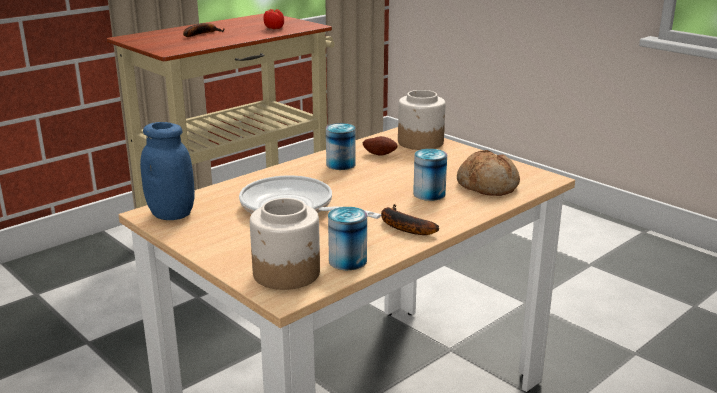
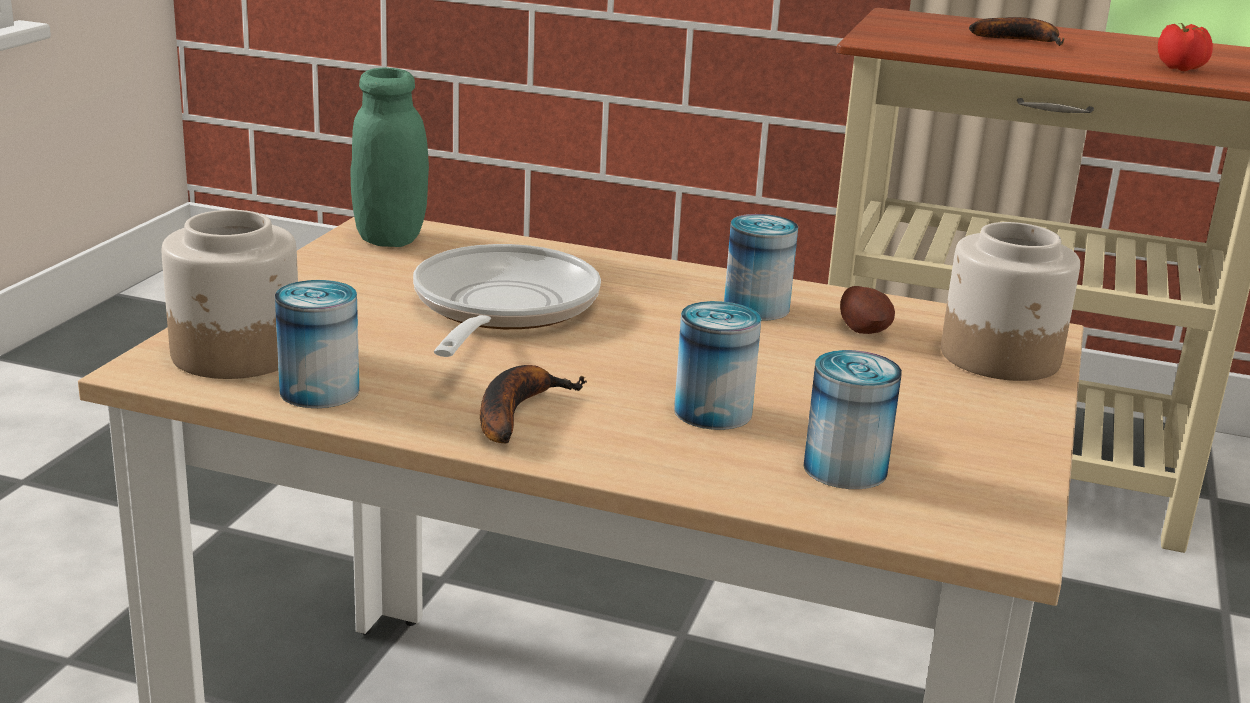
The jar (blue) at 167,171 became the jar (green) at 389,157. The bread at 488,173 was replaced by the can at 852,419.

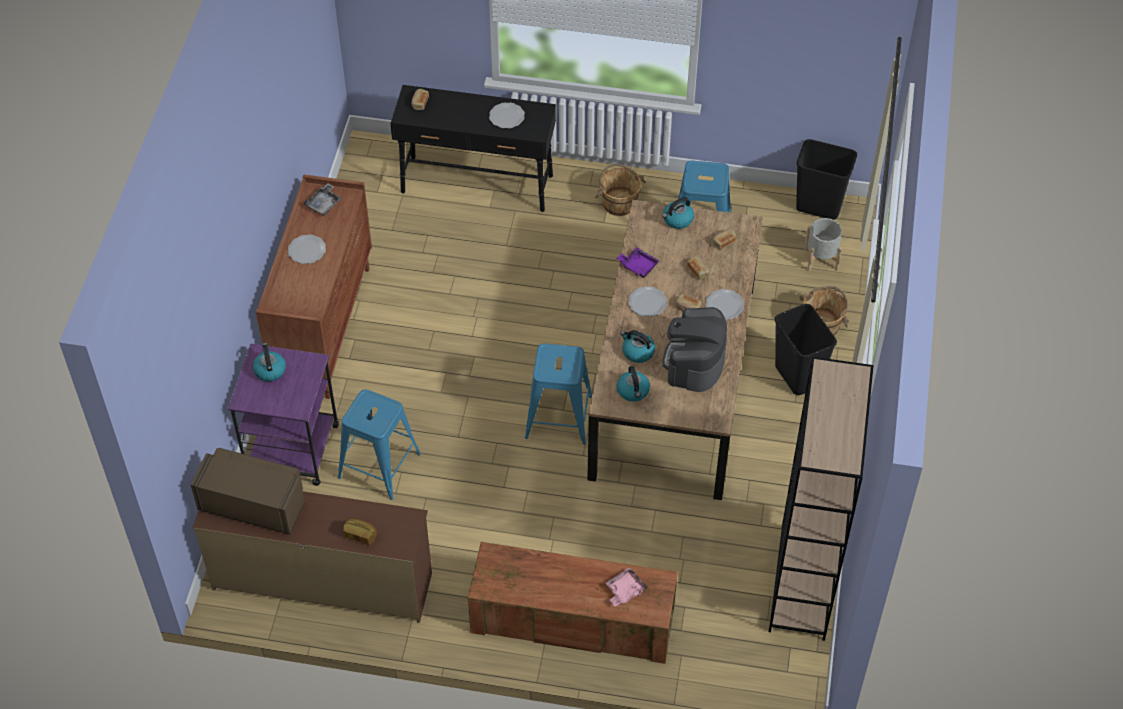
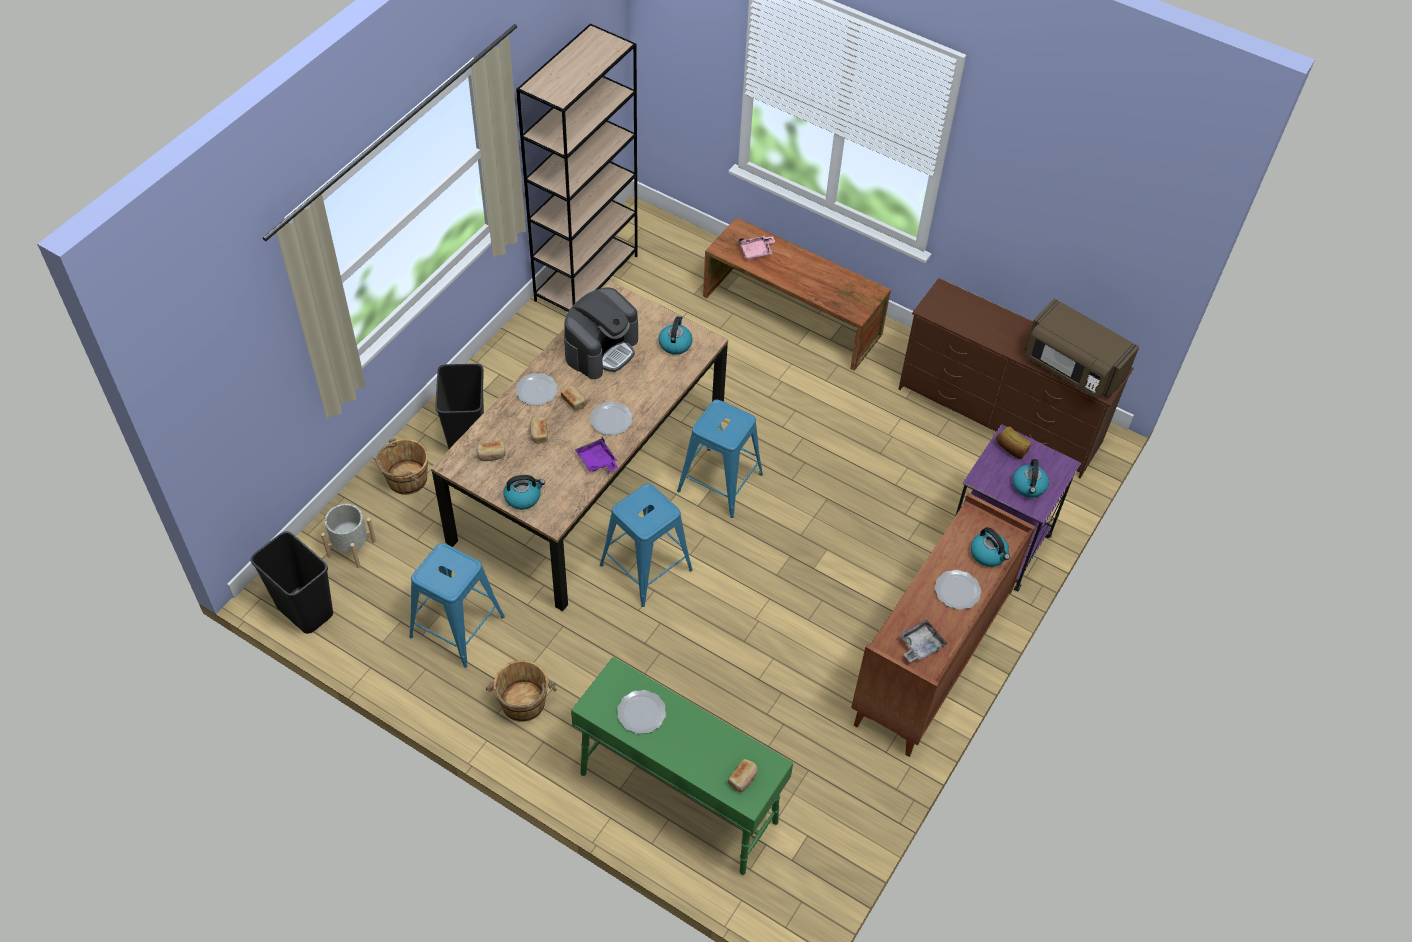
The stool (blue) moved from 379,444 to 646,545. The bread moved from 360,531 to 1013,442. The console table (black) at 473,148 became the console table (green) at 682,766. The kettle moved from 637,346 to 990,547.

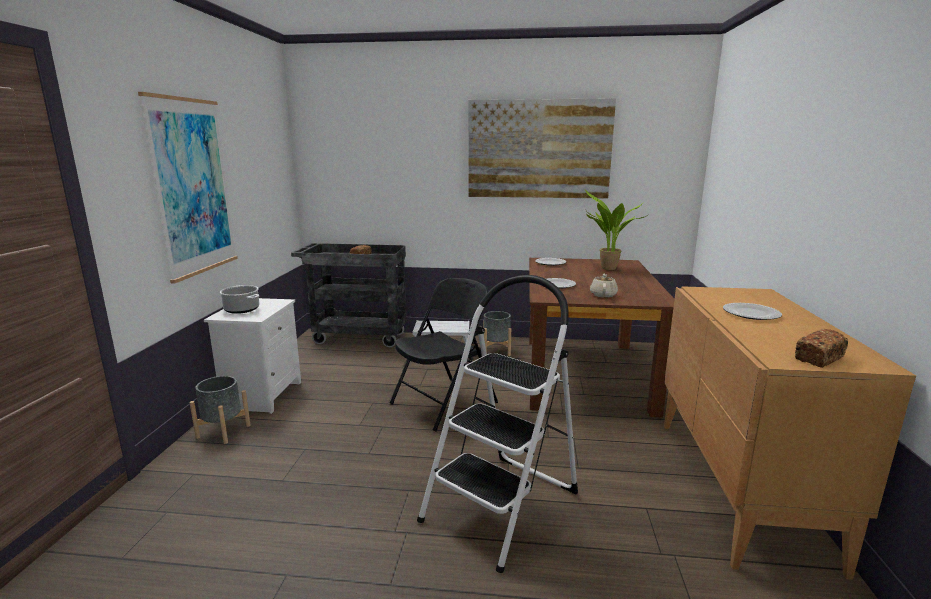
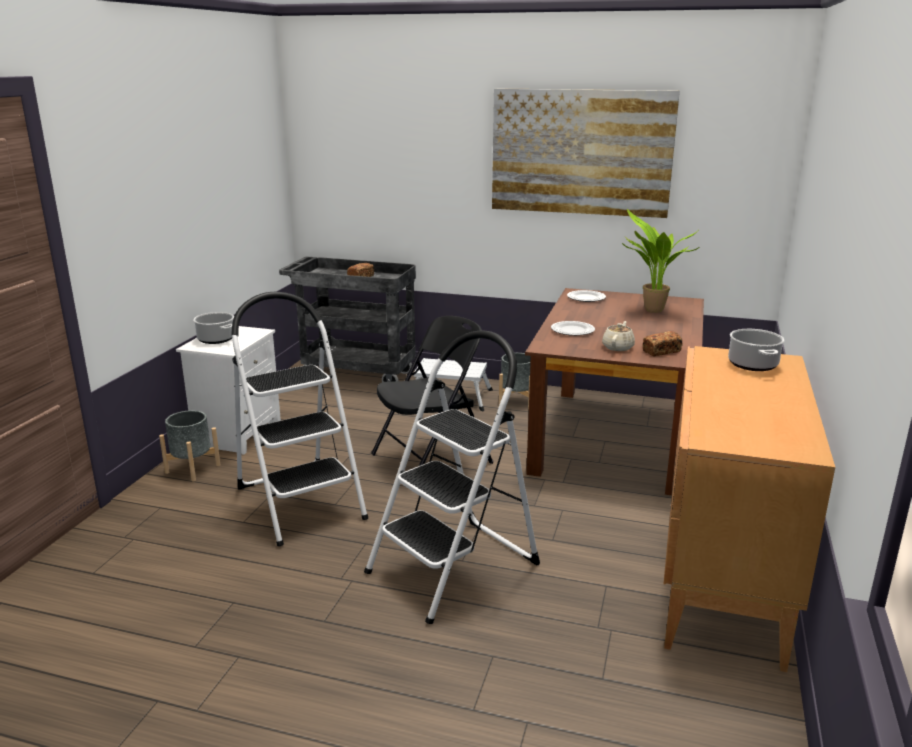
The picture at 188,187 disappeared. The plate at 752,311 disappeared. The bread moved from 821,348 to 663,344. The step ladder at 299,419 appeared. The cooking pot at 756,350 appeared.

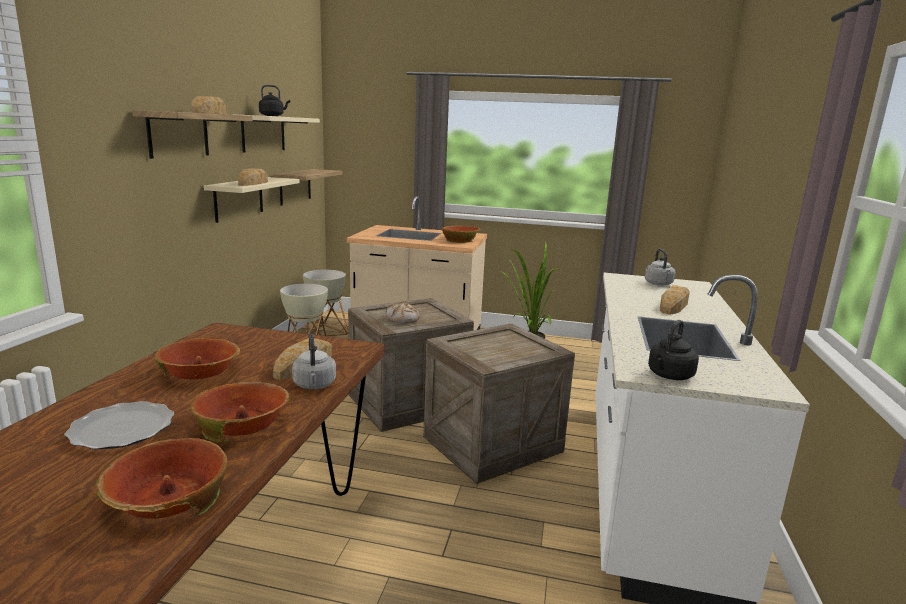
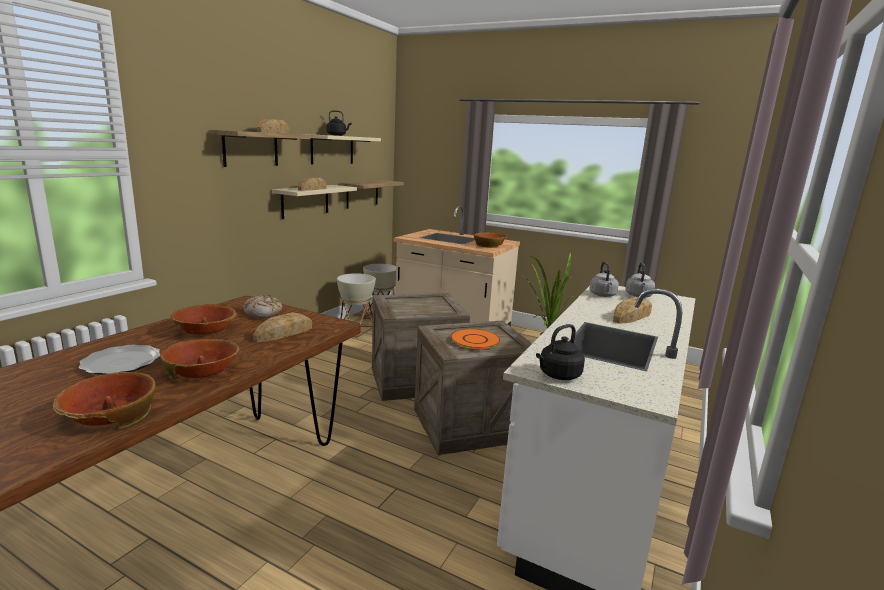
The kettle (grey) moved from 314,361 to 604,279. The bread moved from 402,313 to 262,306. The plate (orange) at 475,339 appeared.

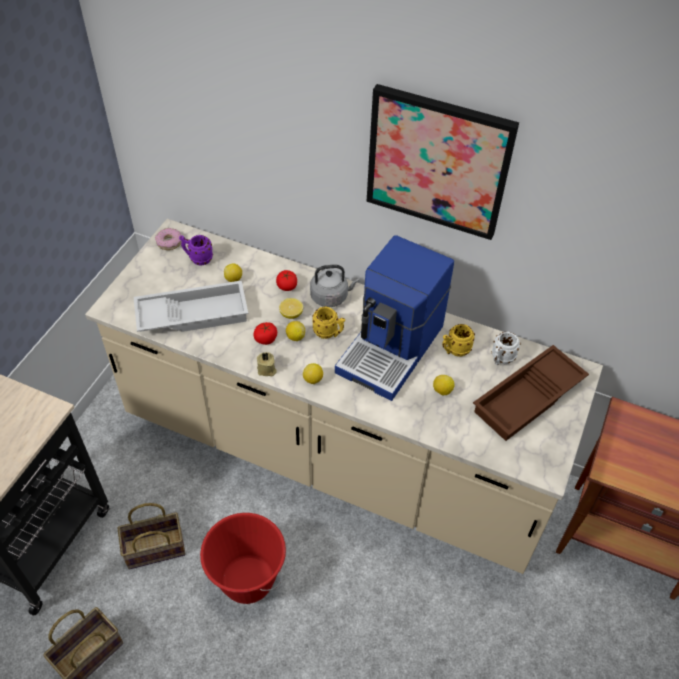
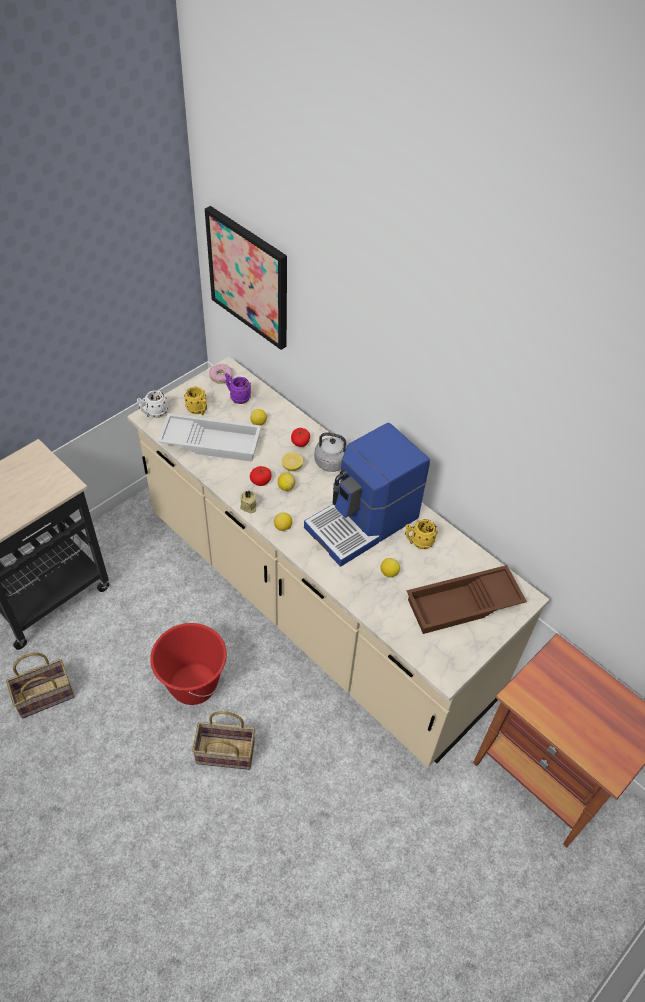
The basket moved from 151,536 to 223,740. The mug (yellow) moved from 329,323 to 195,401. The picture moved from 443,162 to 246,278. The mug (white) moved from 506,348 to 152,404.

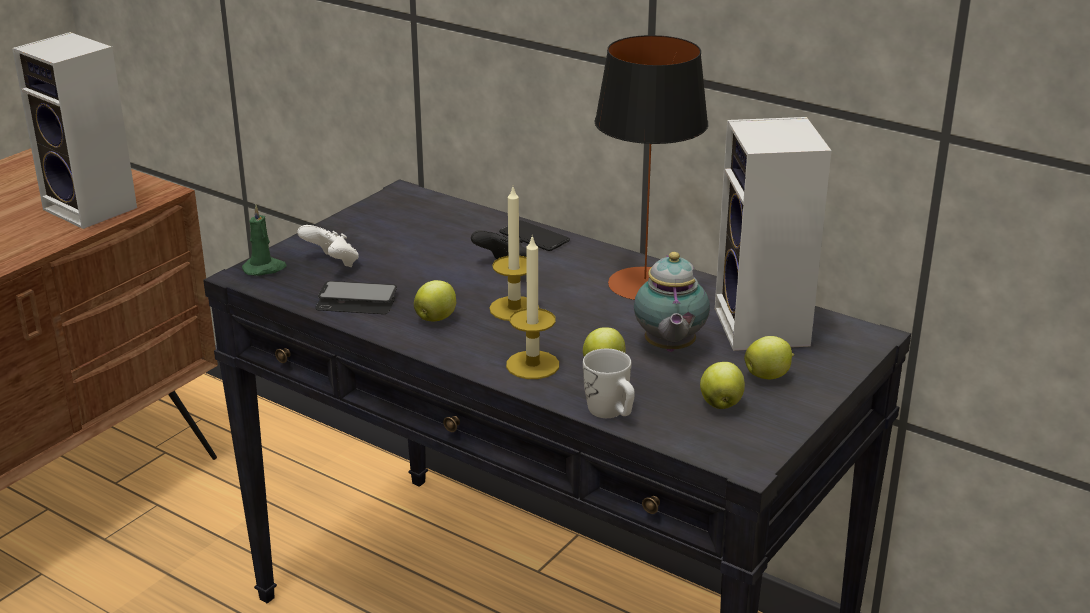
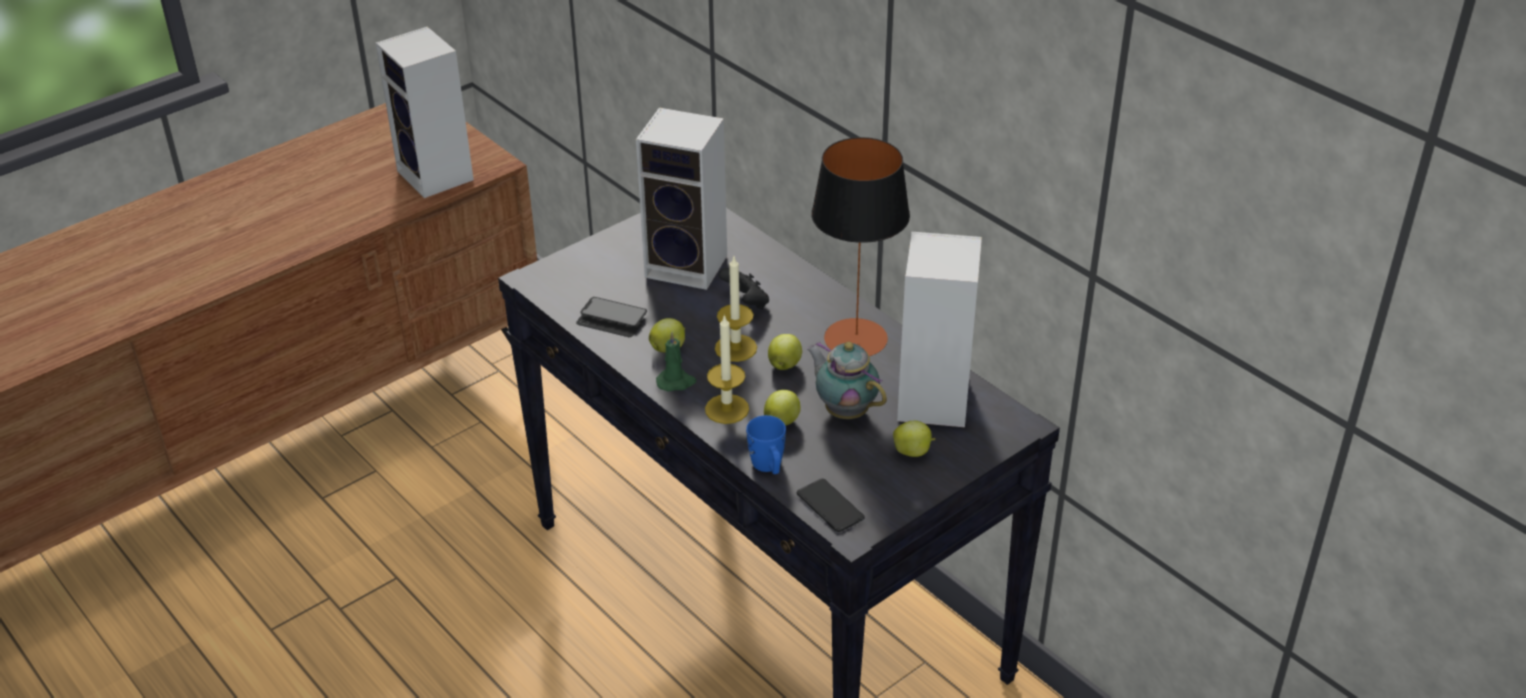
The candle (green) moved from 264,240 to 676,362. The game controller (white) at 328,246 disappeared. The phone moved from 534,235 to 831,505. The mug (white) at 609,383 became the mug (blue) at 766,444. The teapot at 672,302 turned 120 degrees clockwise. The apple moved from 722,385 to 785,352. The speaker at 681,198 appeared.

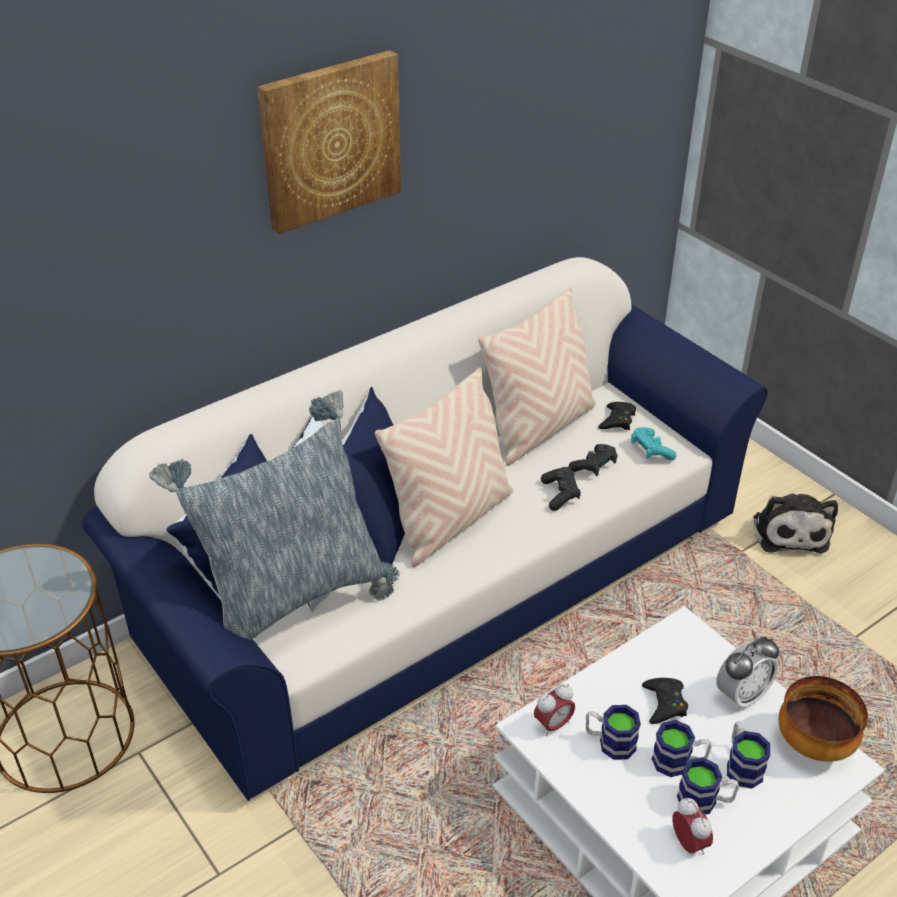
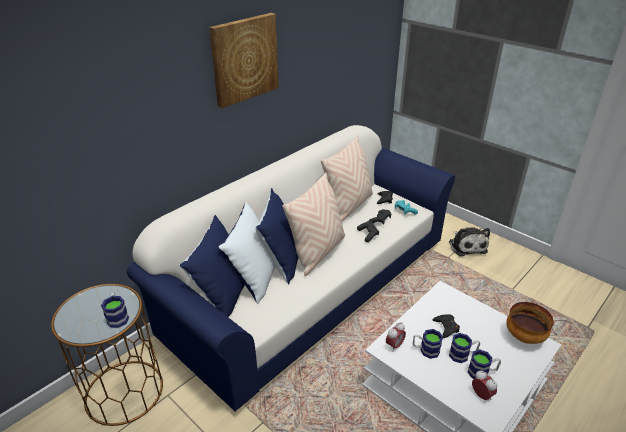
The pillow at 274,515 disappeared. The alarm clock at 747,673 disappeared. The mug moved from 748,755 to 115,310.

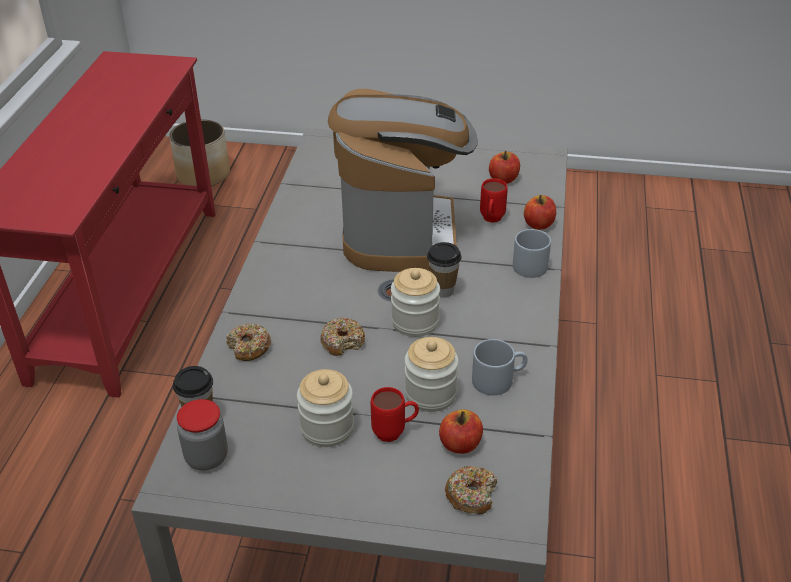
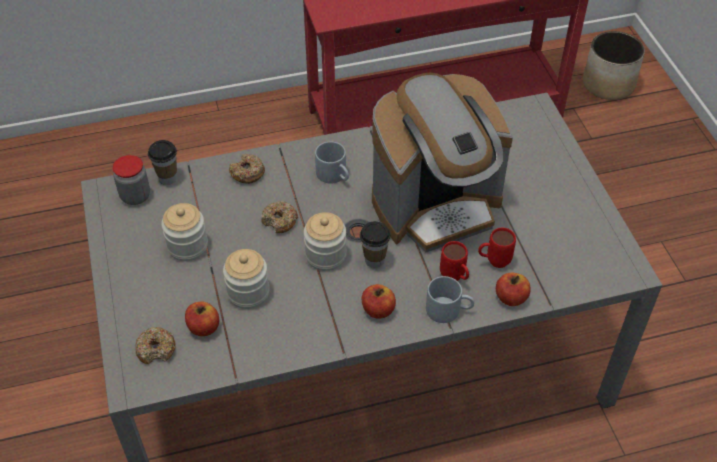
The mug (red) moved from 395,414 to 454,261. The mug (grey) moved from 500,367 to 332,163. The apple moved from 504,167 to 378,301.

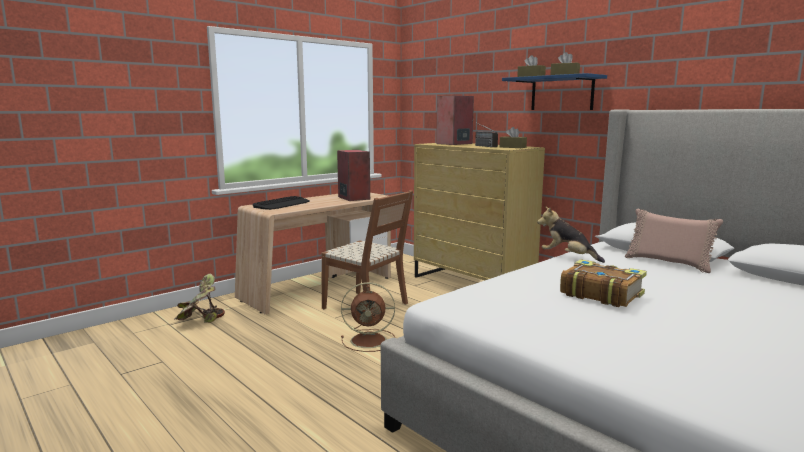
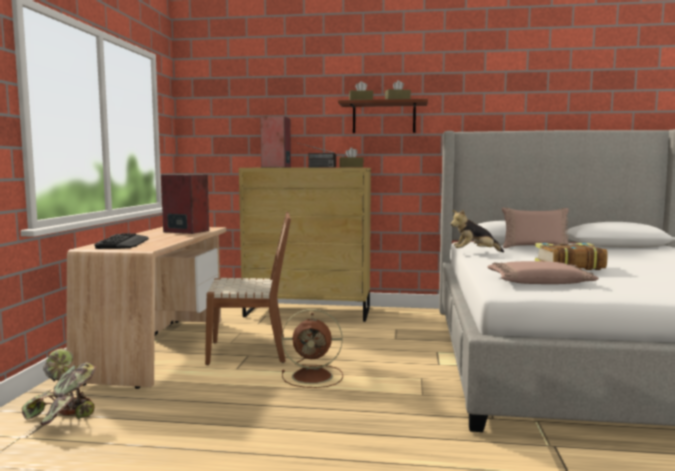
The fan (brown) at 368,317 turned 45 degrees clockwise. The shelf (blue) at 554,91 became the shelf (brown) at 383,116. The pillow (beige) at 543,272 appeared.

